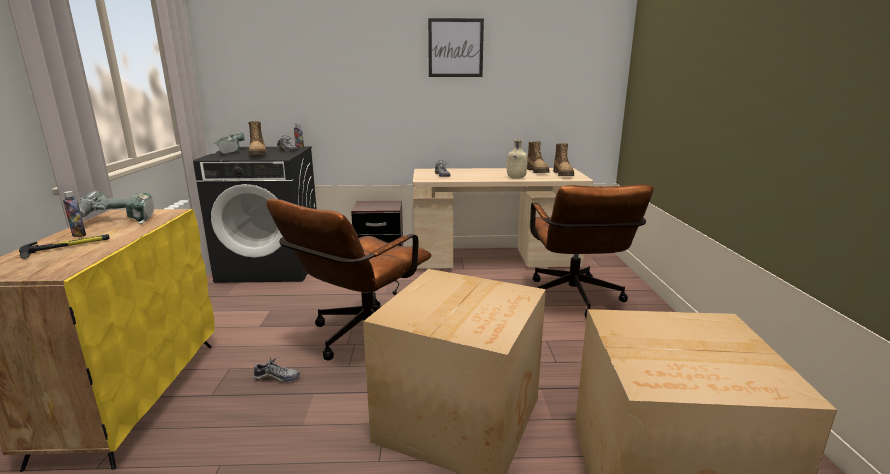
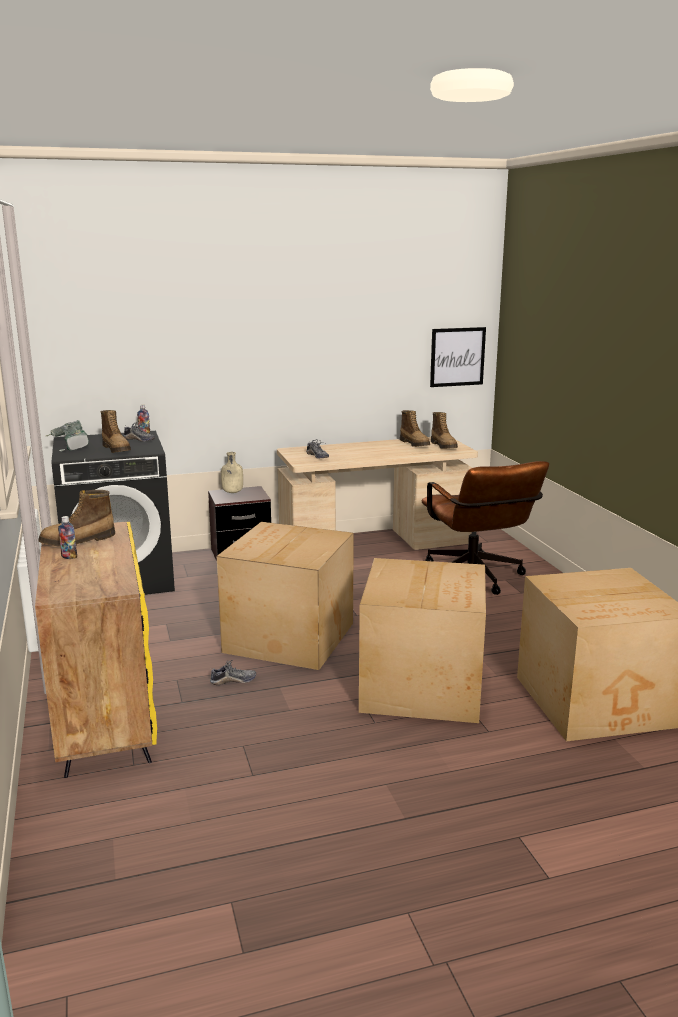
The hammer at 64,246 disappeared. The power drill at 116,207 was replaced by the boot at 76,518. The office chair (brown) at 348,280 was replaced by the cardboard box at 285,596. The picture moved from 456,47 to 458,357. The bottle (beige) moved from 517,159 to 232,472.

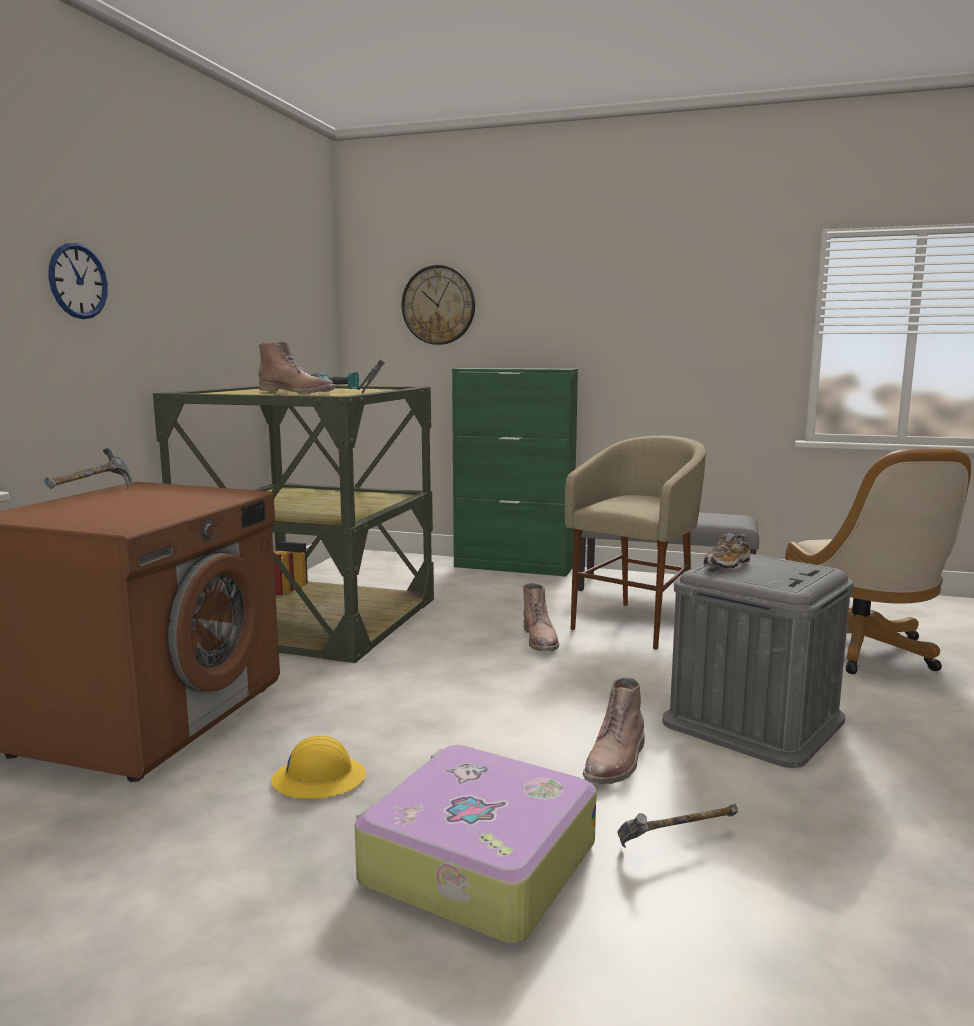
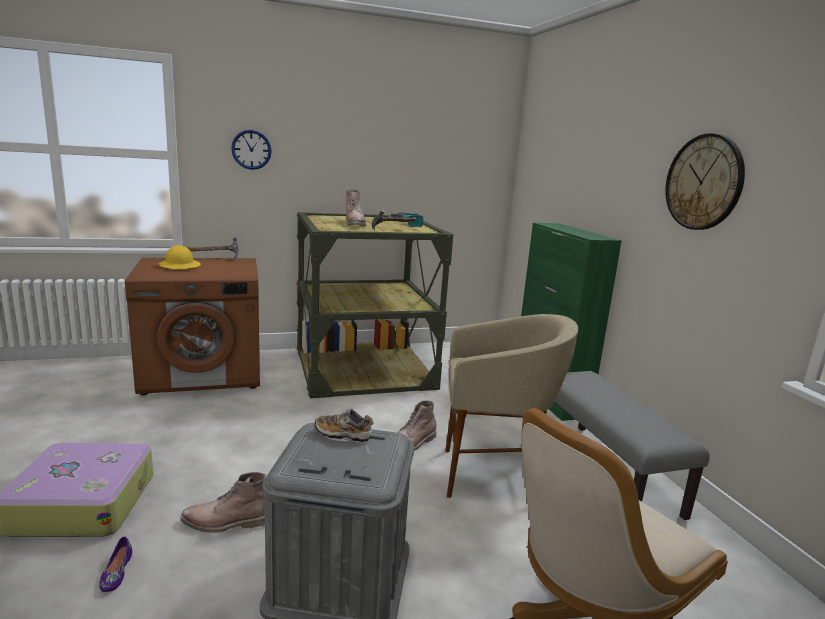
The hard hat (yellow) moved from 318,767 to 180,257. The wall clock moved from 438,305 to 705,181. The hammer at 678,826 was replaced by the shoe (purple) at 115,564.

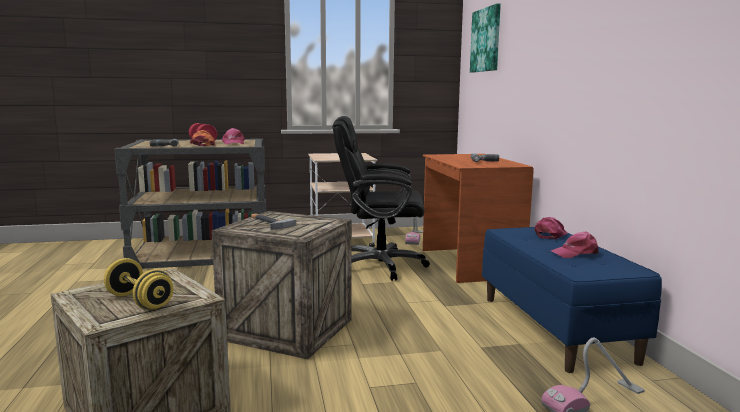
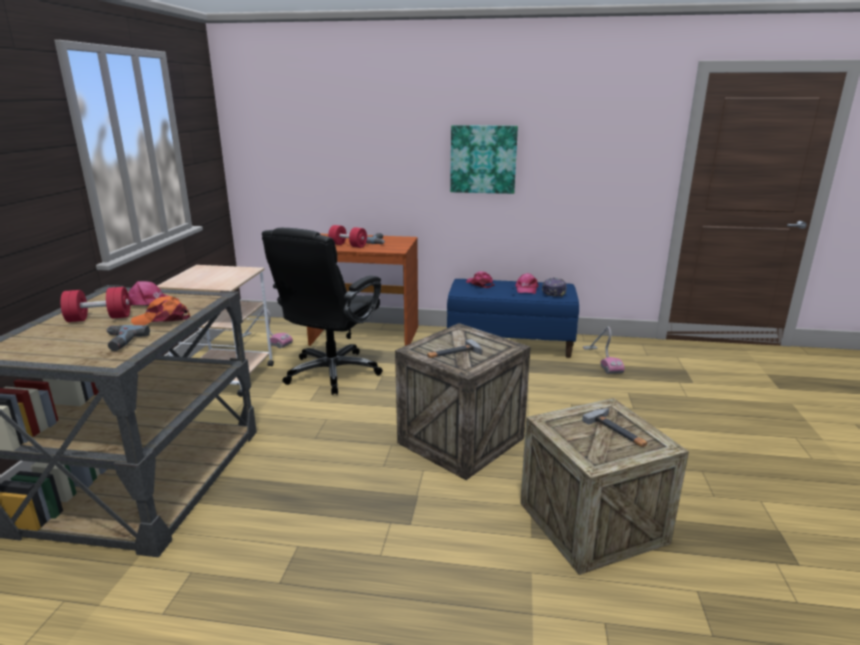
The dumbbell (yellow) at 139,284 was replaced by the hammer at 614,427. The picture moved from 485,38 to 484,159. The dumbbell (red) at 347,236 appeared. The cap at 554,287 appeared.

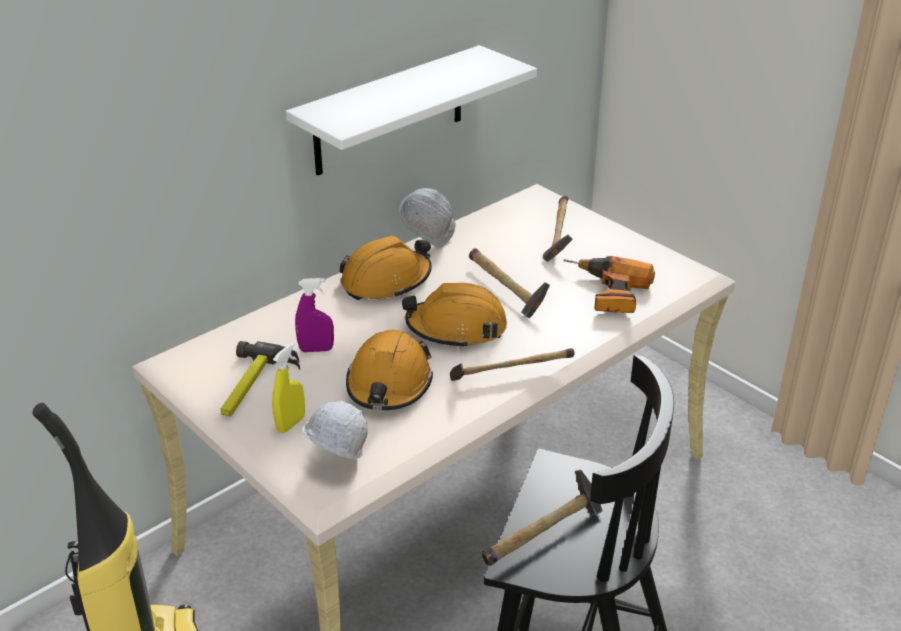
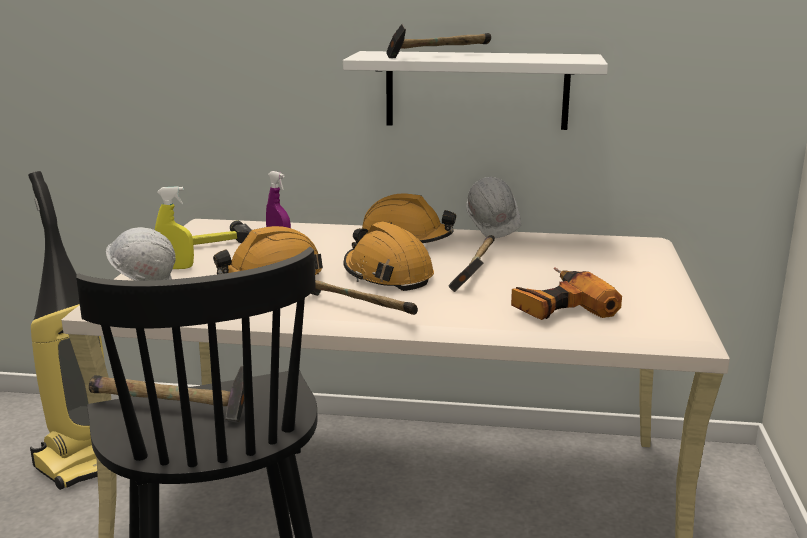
The hammer moved from 558,229 to 438,41.

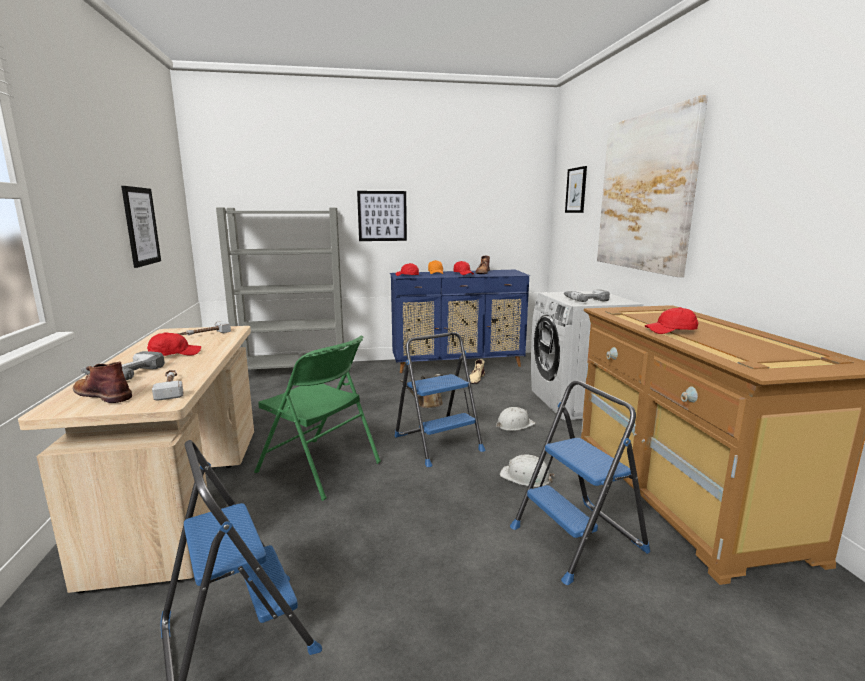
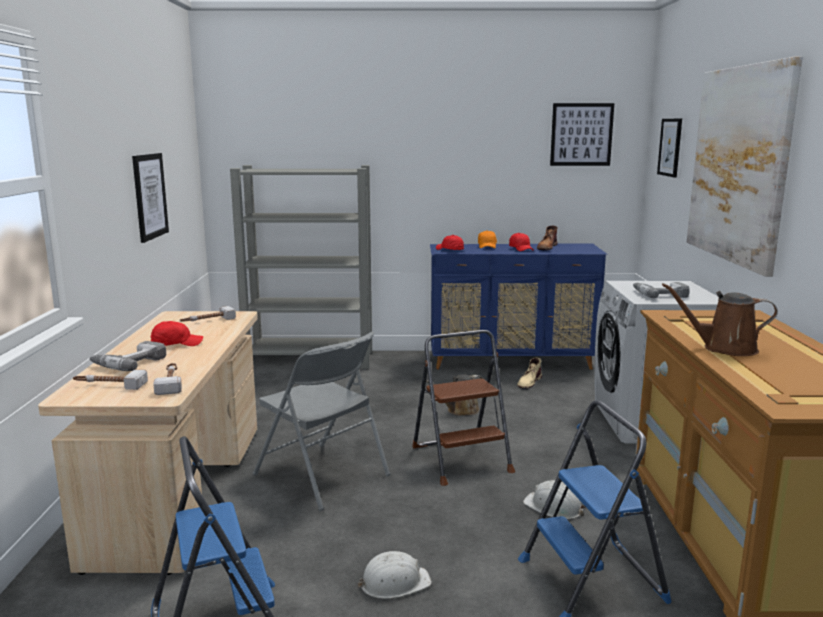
The boot (brown) at 102,382 was replaced by the hammer at 110,380. The chair (green) at 317,418 became the chair (grey) at 322,421. The picture moved from 382,216 to 582,134. The step ladder (blue) at 440,399 became the step ladder (brown) at 463,408. The hard hat (white) moved from 515,419 to 394,575. The cap (red) at 672,320 was replaced by the watering can (brown) at 720,319.

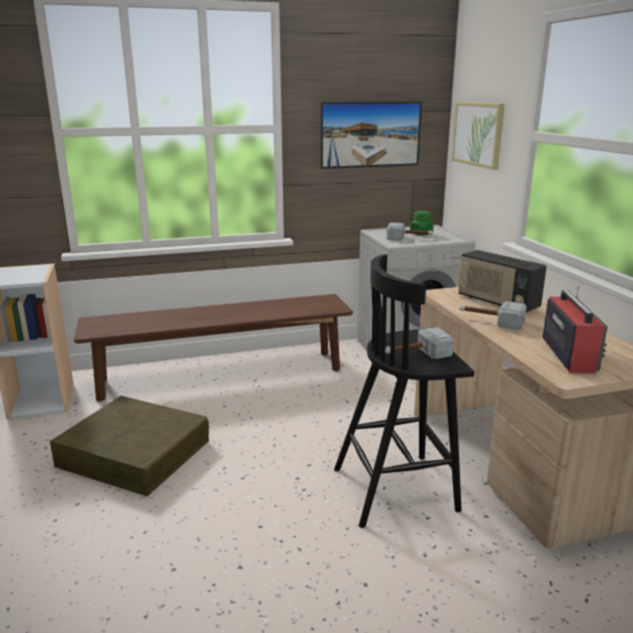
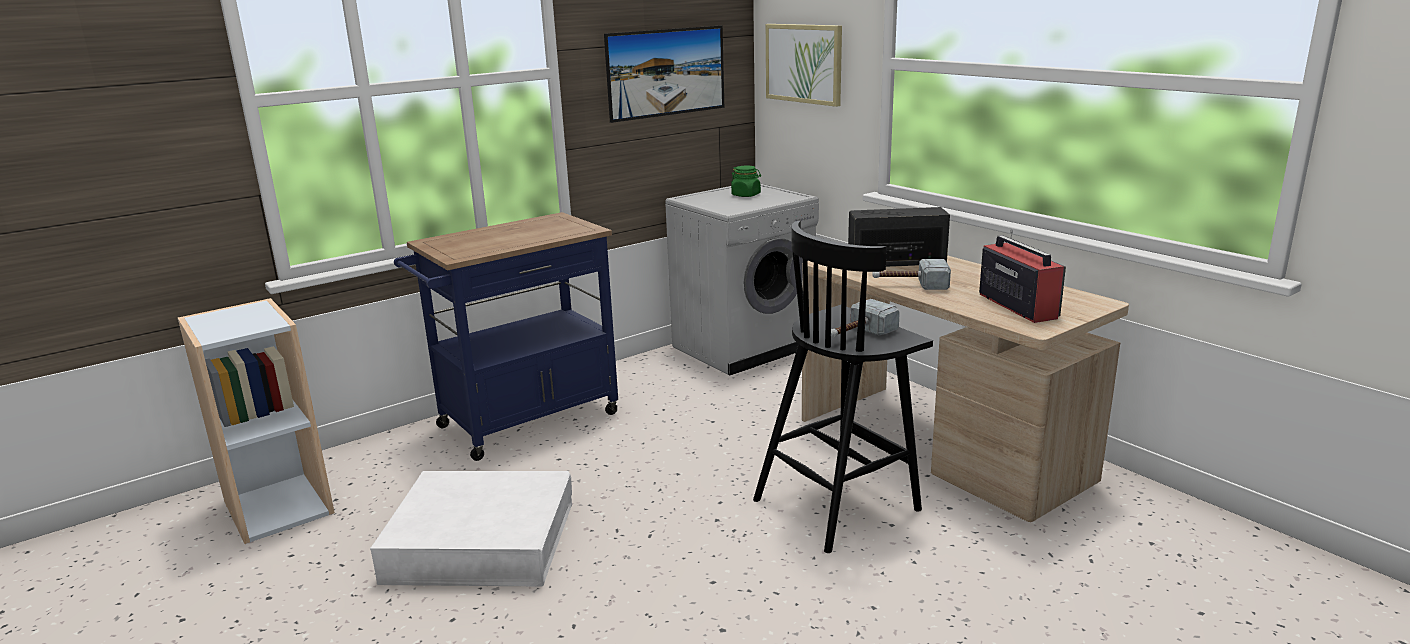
The storage box (brown) at 129,446 became the storage box (white) at 471,529. The bench (brown) at 213,348 was replaced by the cart (blue) at 506,336. The hammer at 409,231 disappeared. The radio at 502,281 turned 150 degrees clockwise.

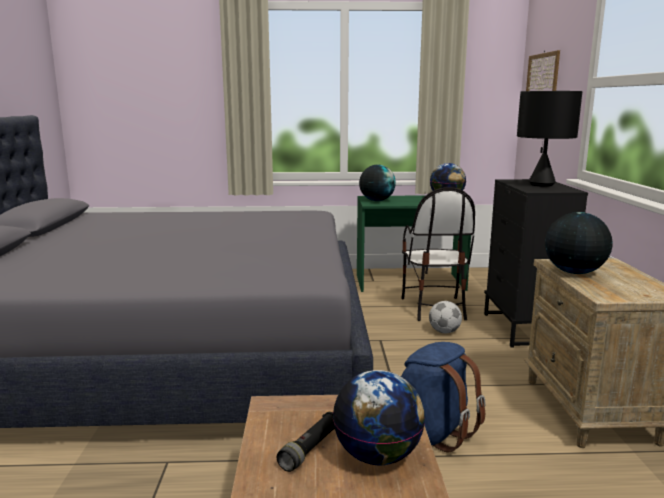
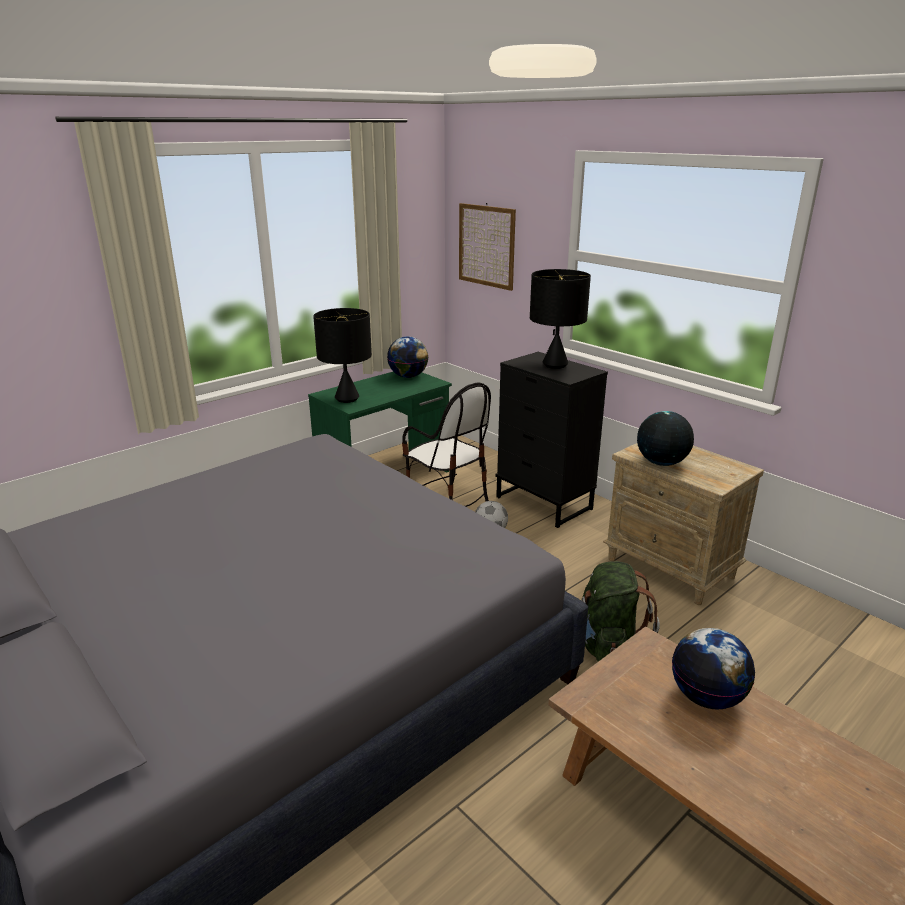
The flashlight (black) at 306,442 disappeared. The globe at 377,183 was replaced by the table lamp (black) at 342,355. The backpack (blue) at 443,397 became the backpack (green) at 620,611.

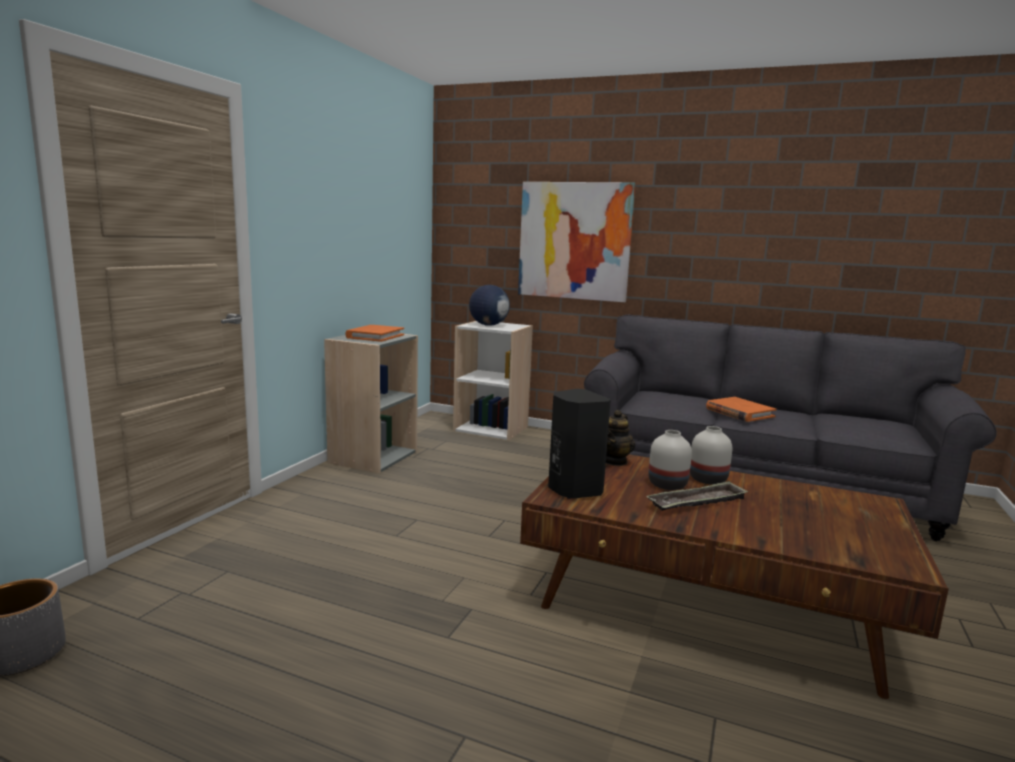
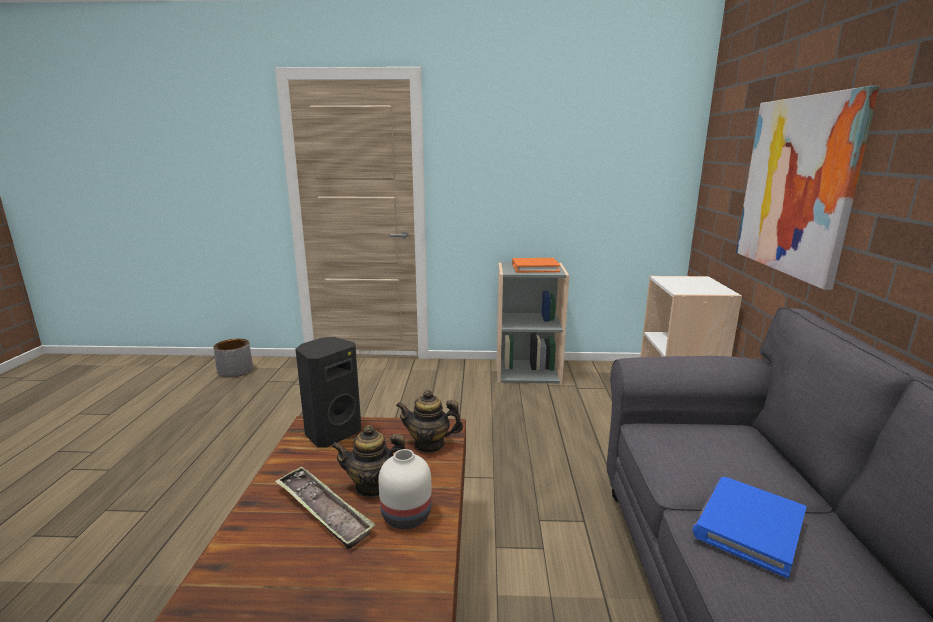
The globe at 489,305 disappeared. The vase (white) at 670,460 was replaced by the teapot at 368,461. The book (orange) at 741,409 became the book (blue) at 749,527.

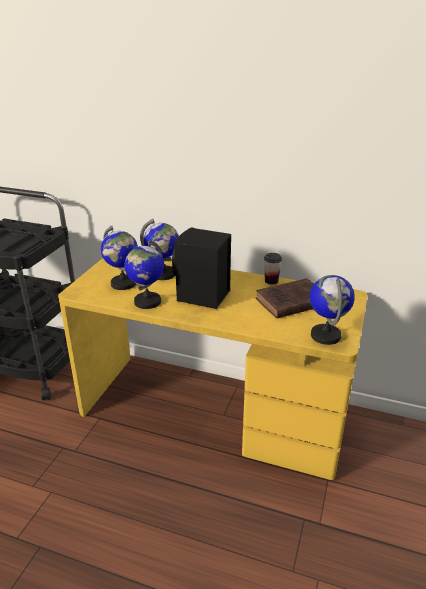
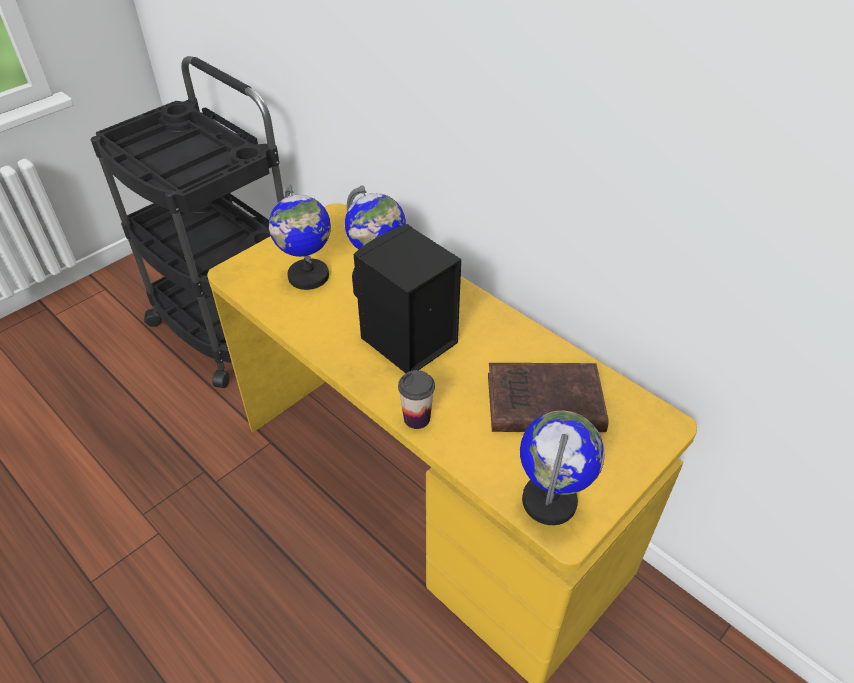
The globe at 144,274 disappeared. The cup moved from 273,269 to 416,399.

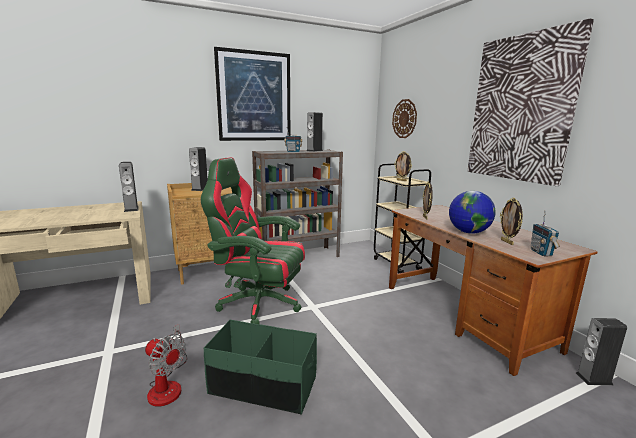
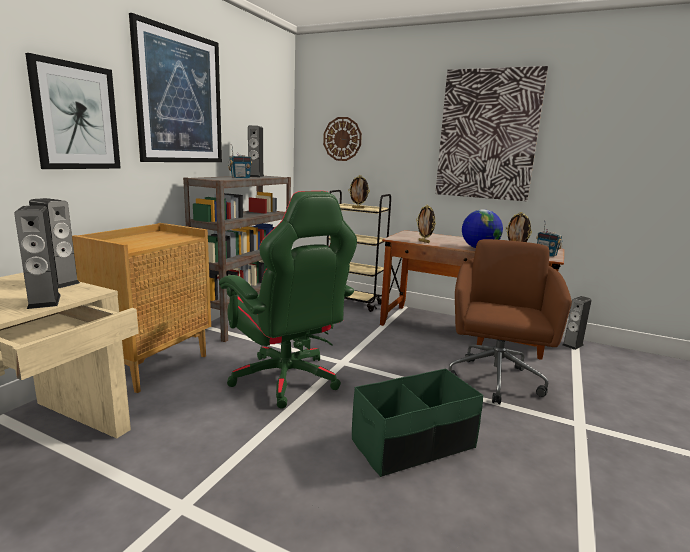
The fan at 166,365 disappeared. The speaker moved from 198,169 to 37,257. The office chair (green) at 253,240 turned 105 degrees counterclockwise. The picture at 73,111 appeared. The office chair (brown) at 510,321 appeared.

